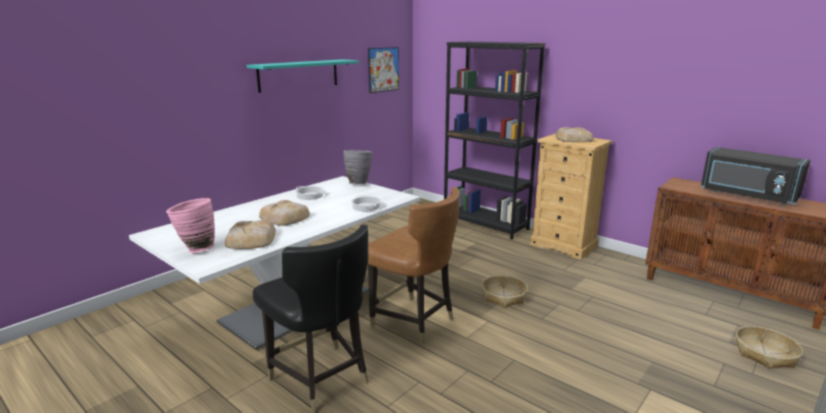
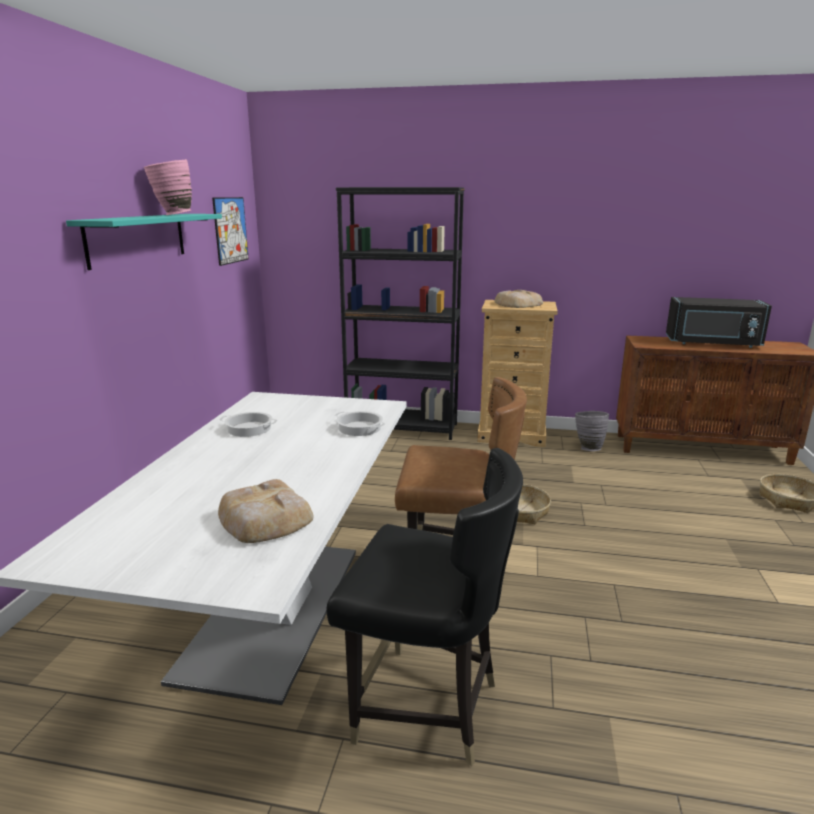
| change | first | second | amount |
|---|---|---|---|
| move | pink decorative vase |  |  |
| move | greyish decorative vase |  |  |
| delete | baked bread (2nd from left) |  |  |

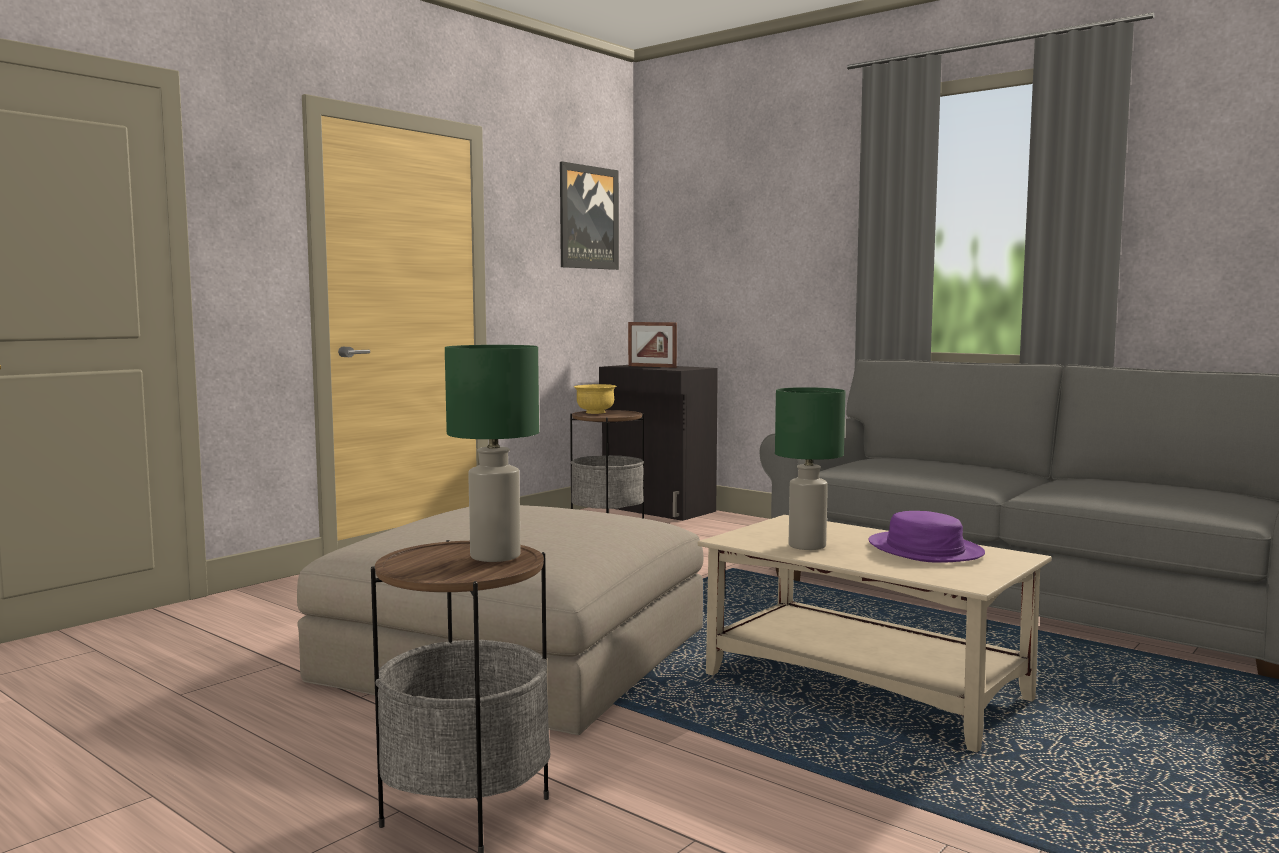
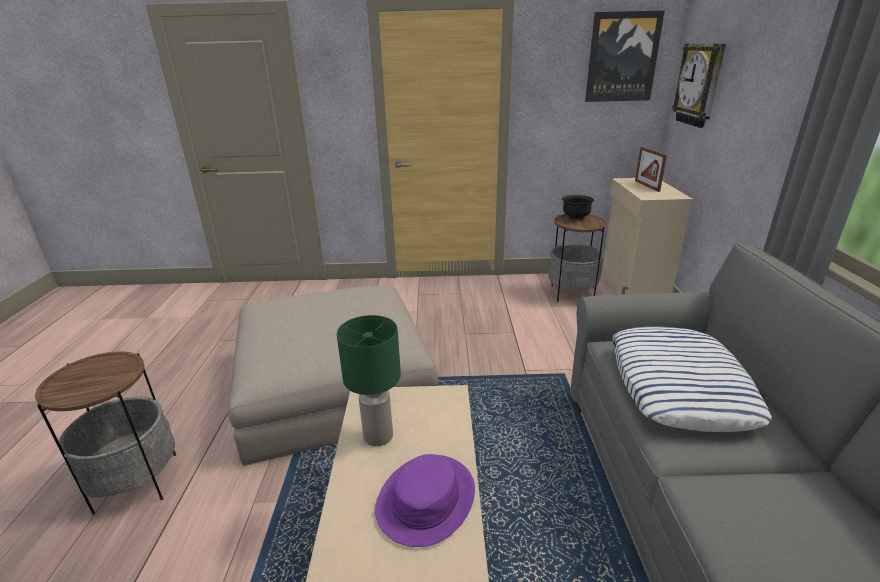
| change | first | second | amount |
|---|---|---|---|
| recolor | yellow deep dish | black-coloured deep dish |  |
| recolor | black-coloured cupboard | beige-coloured cupboard |  |
| insert |  | pillow |  |
| insert |  | wall clock |  |
| delete | green-coloured tabletop lamp (1st from left) |  |  |

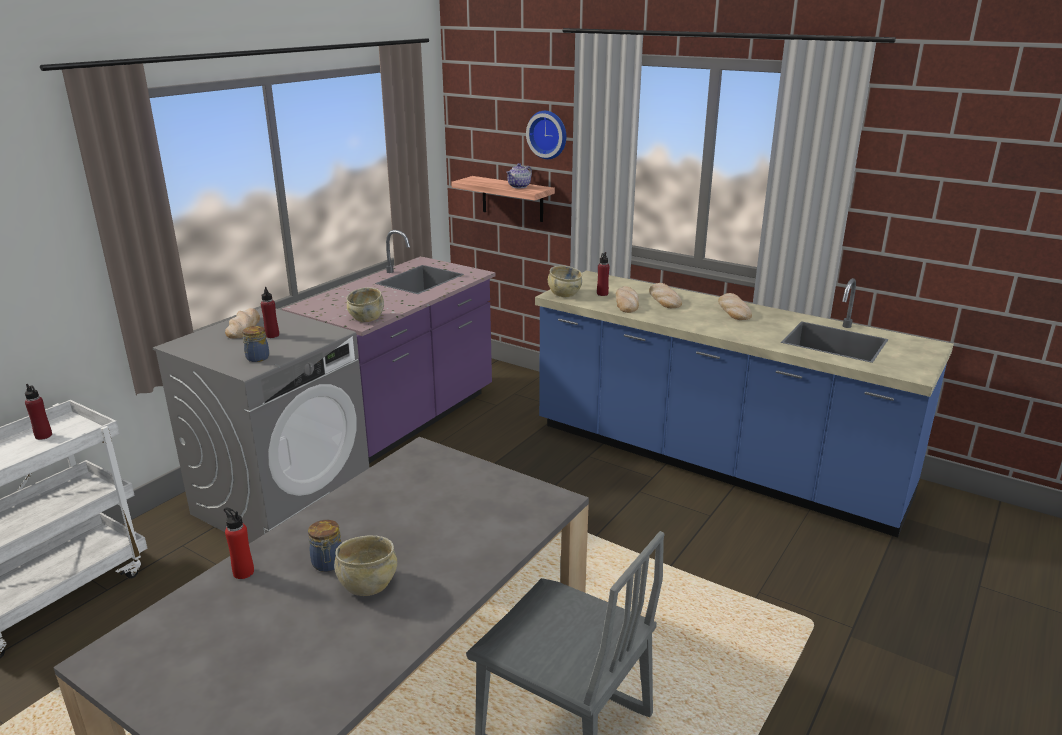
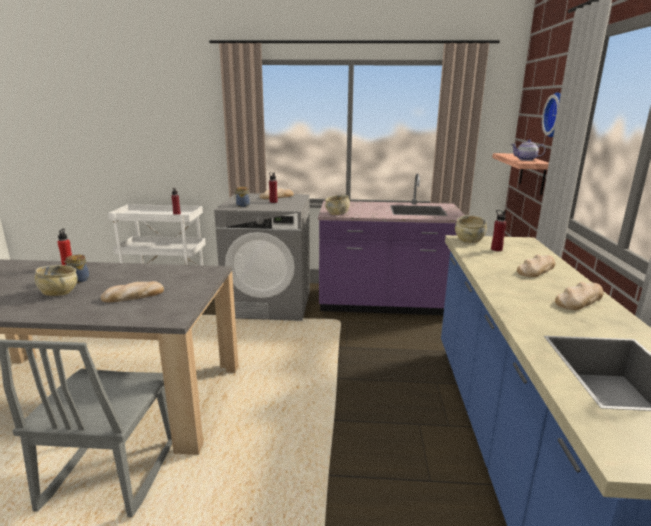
| change | first | second | amount |
|---|---|---|---|
| move | baked bread (2nd from left in the first image) | baked bread (1st from left) |  |

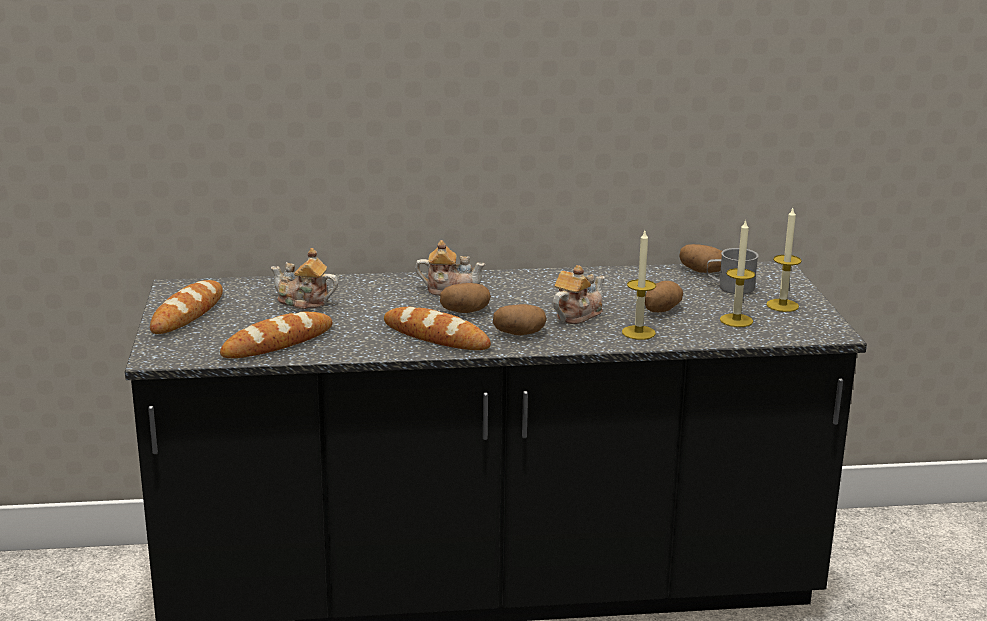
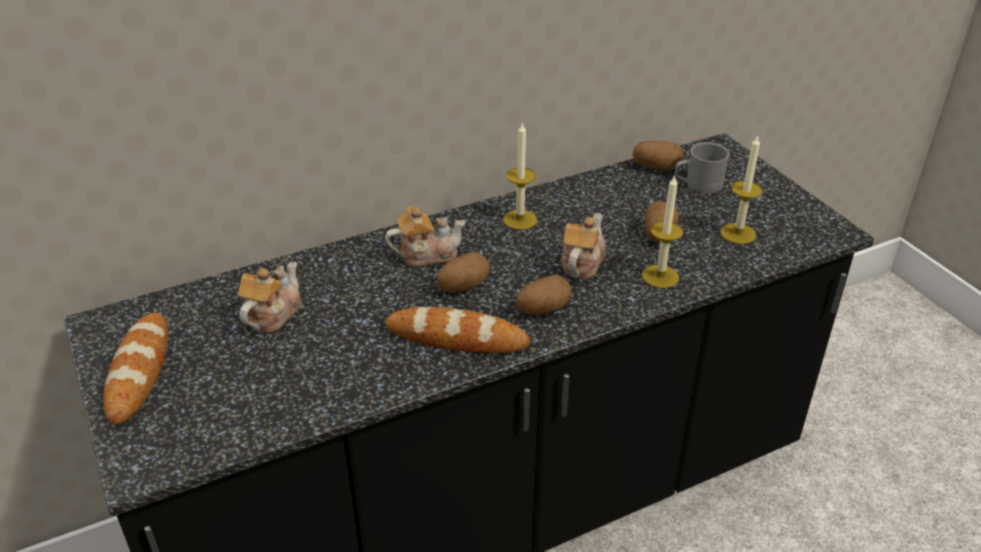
| change | first | second | amount |
|---|---|---|---|
| rotate | pot for tea (1st from left) |  | 120 degrees clockwise |
| move | wax light (3rd from left in the first image) | wax light (1st from left) |  |
| delete | baked bread (2nd from left) |  |  |

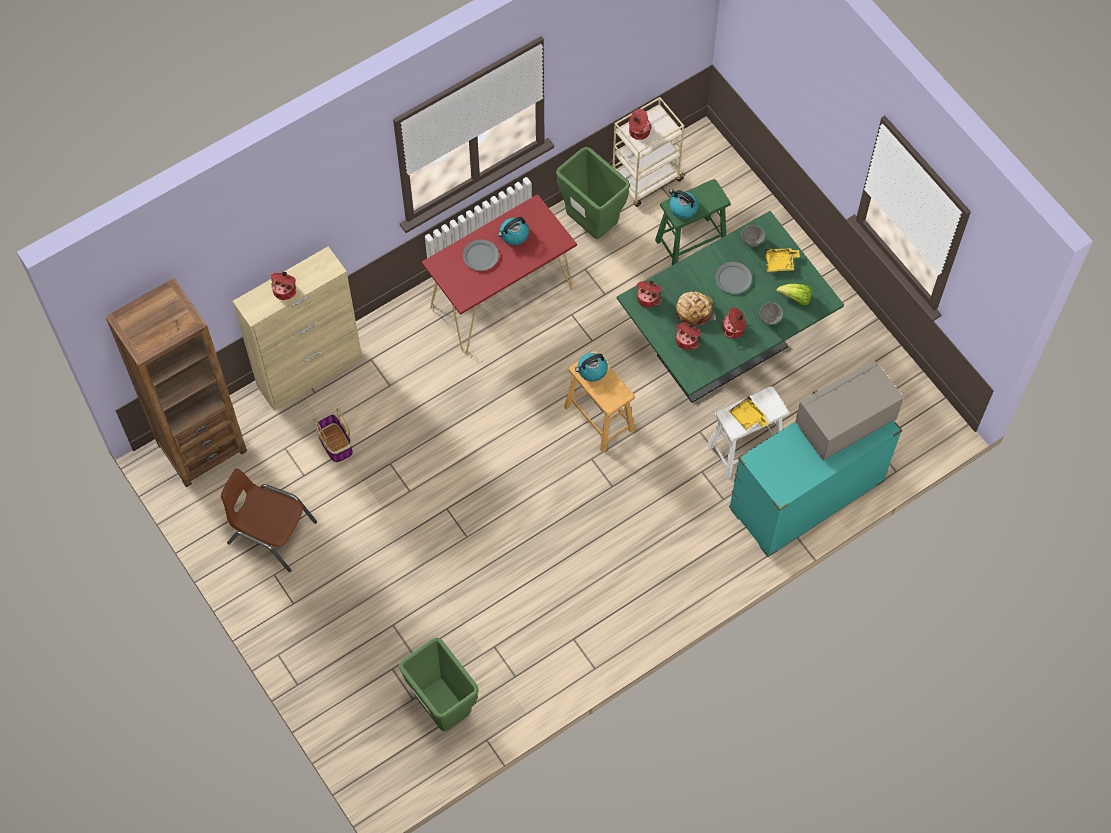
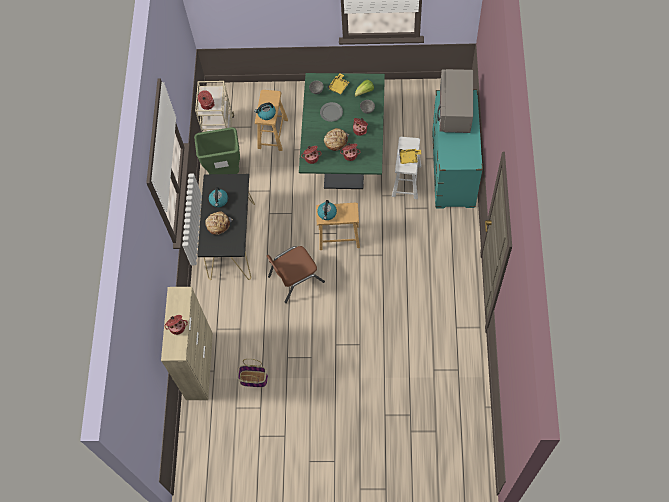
| change | first | second | amount |
|---|---|---|---|
| recolor | reddish hall table | black-coloured hall table |  |
| replace | greyish plate (1st from left) | baked bread (1st from left) |  |
| recolor | green-coloured stool | brownish stool (1st from left) |  |
| move | brownish chair |  |  |
| delete | brownish bookshelf |  |  |
| delete | green-coloured waste bin (1st from left) |  |  |

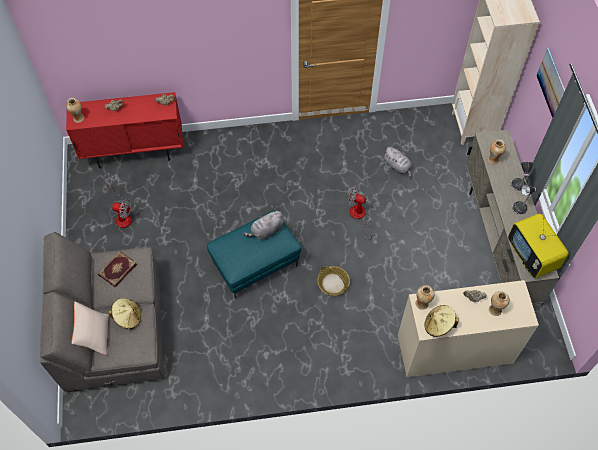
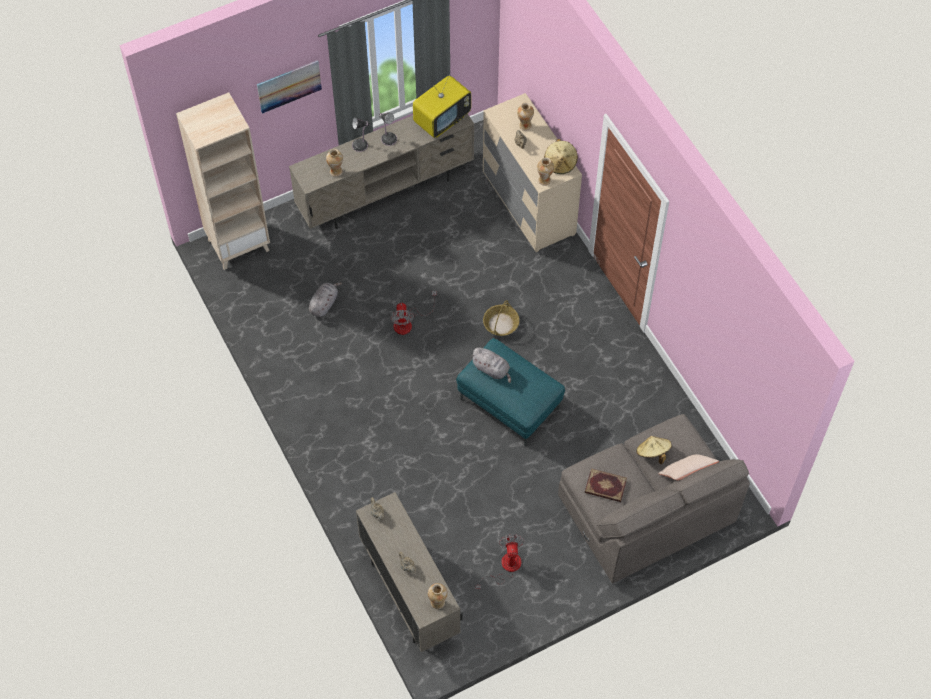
| change | first | second | amount |
|---|---|---|---|
| recolor | reddish cupboard | beige-coloured cupboard |  |

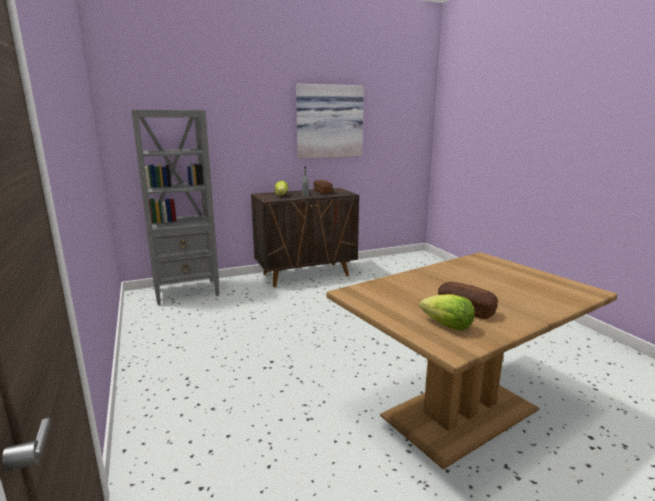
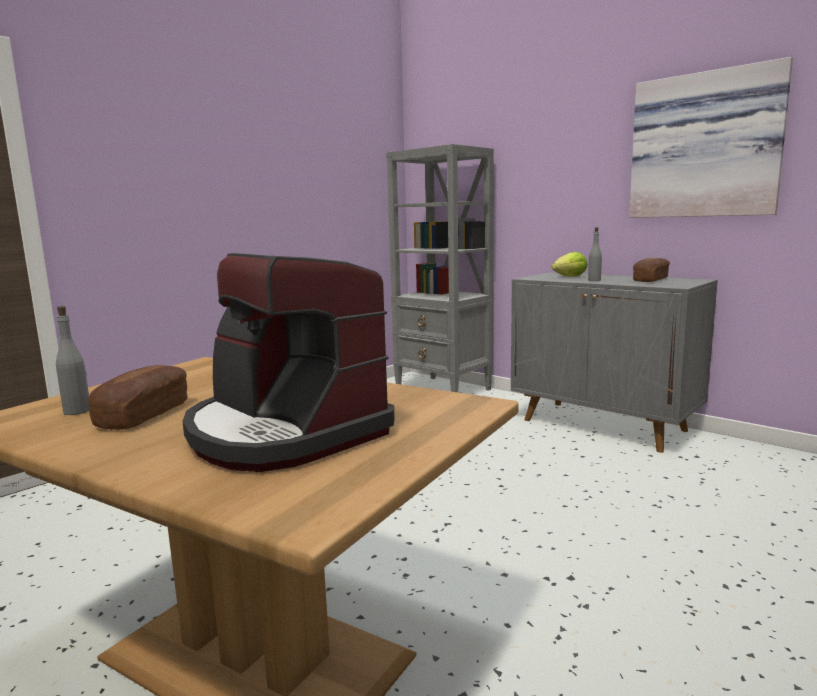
| change | first | second | amount |
|---|---|---|---|
| replace | head of lettuce (2nd from left) | greyish bottle (1st from left) |  |
| insert |  | coffee maker |  |
| recolor | brownish cupboard | greyish cupboard |  |

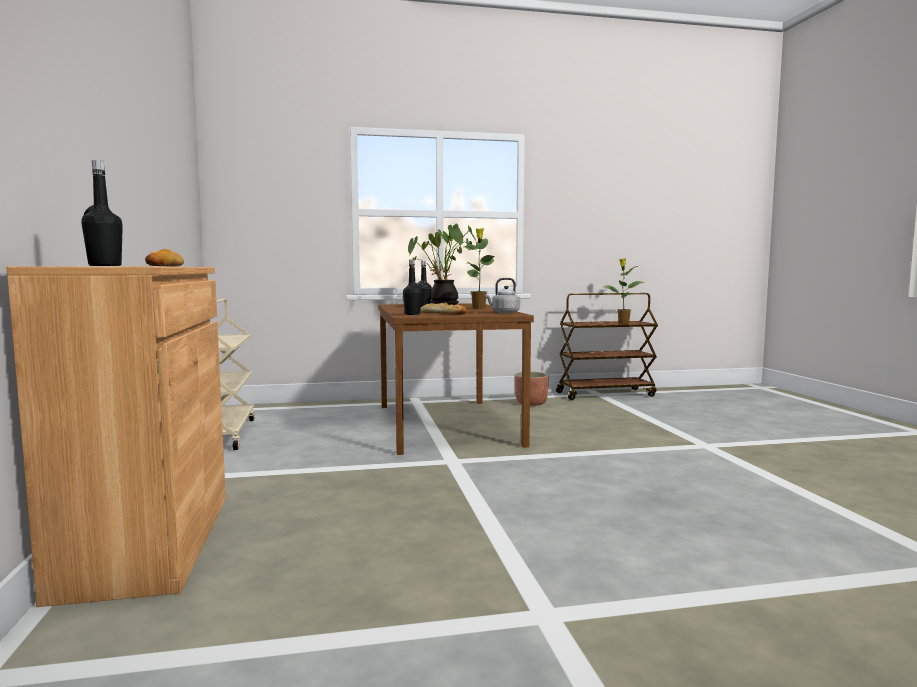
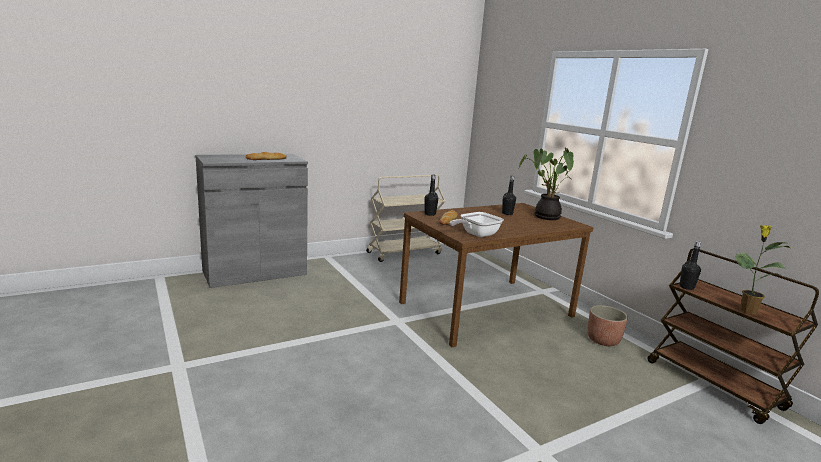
| change | first | second | amount |
|---|---|---|---|
| recolor | brownish cupboard | greyish cupboard |  |
| replace | greyish kettle | pan |  |
| move | black-coloured bottle (1st from left in the first image) | black-coloured bottle (3rd from left) |  |
| delete | plant in a pot (2nd from left) |  |  |

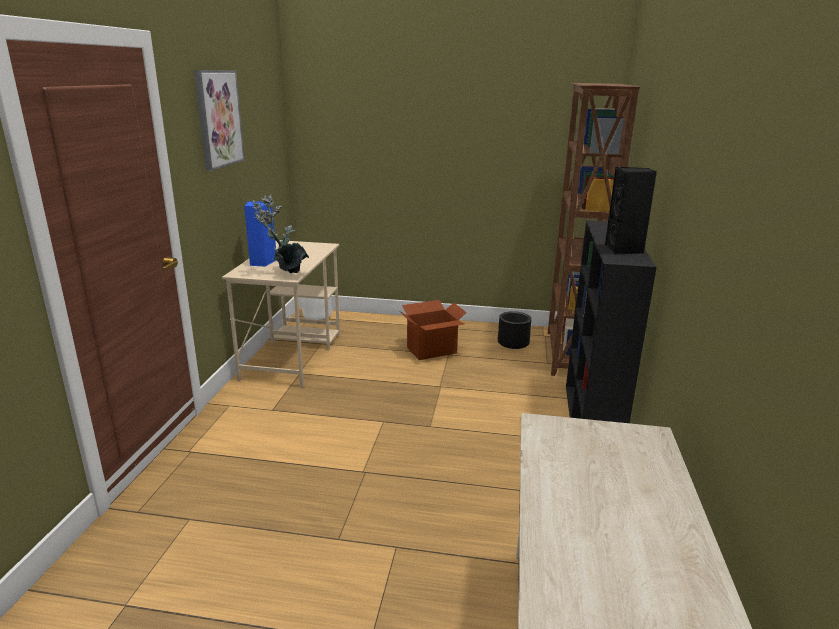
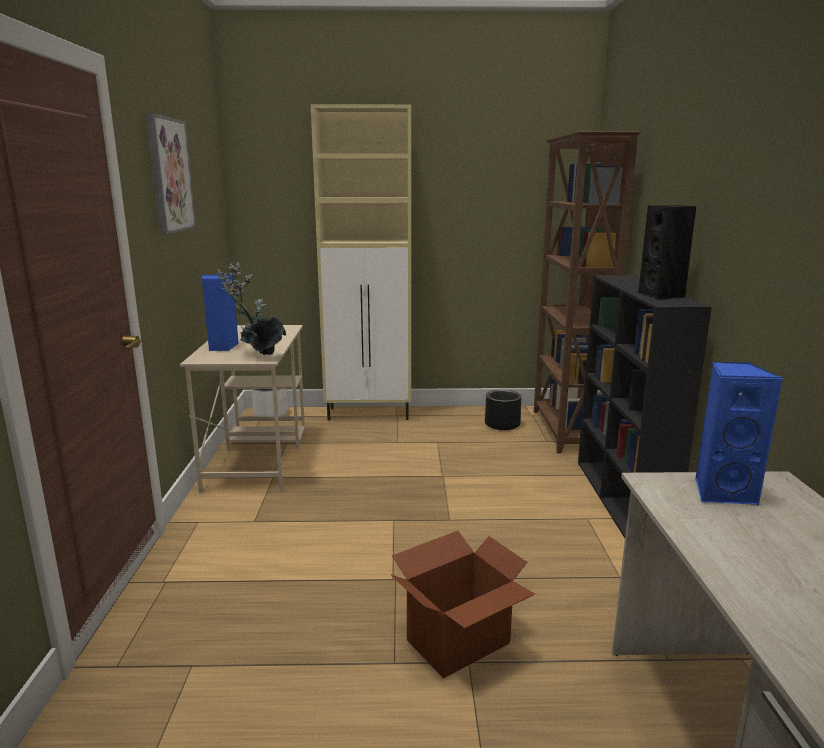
| change | first | second | amount |
|---|---|---|---|
| insert |  | beige-coloured cupboard |  |
| move | carton |  |  |
| insert |  | blue-coloured audio speaker (2nd from left) |  |

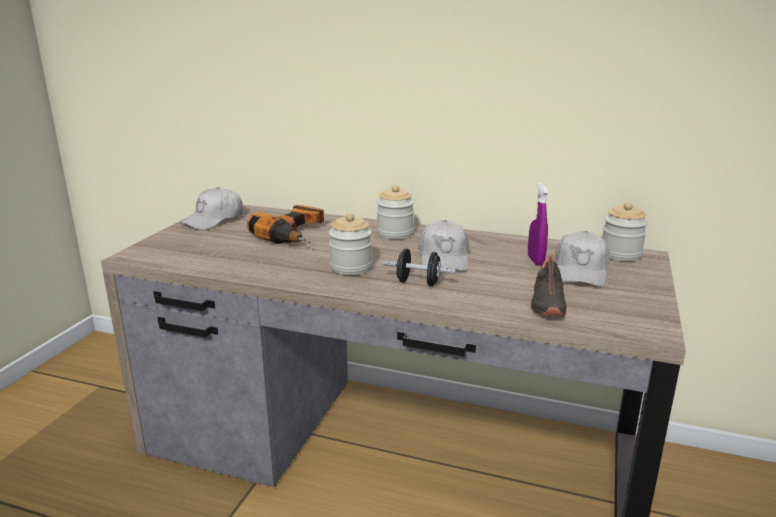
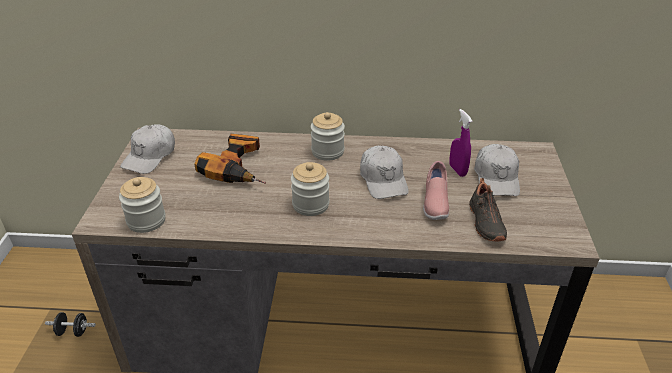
| change | first | second | amount |
|---|---|---|---|
| move | black-coloured free weight |  |  |
| move | storage jar (3rd from left in the first image) | storage jar (1st from left) |  |
| insert |  | pink item of footwear |  |

